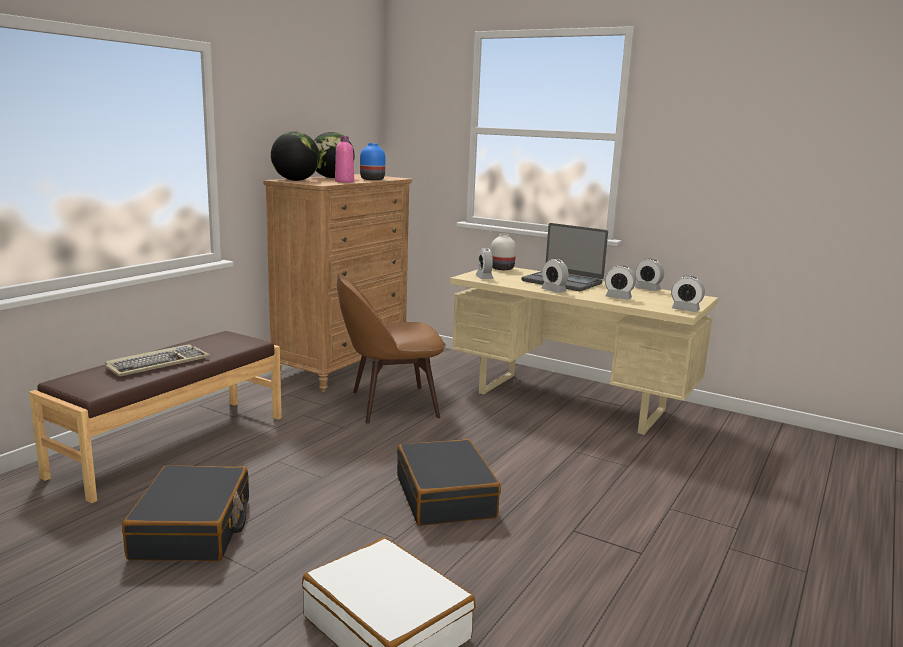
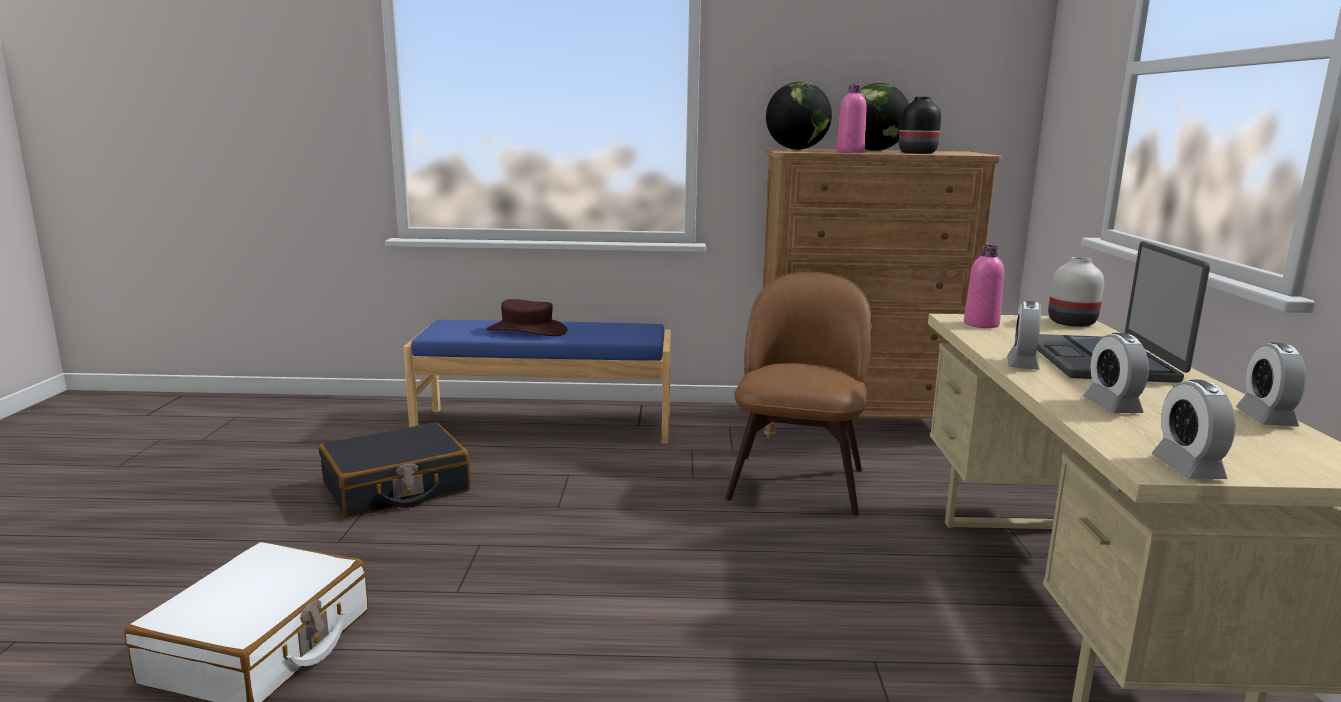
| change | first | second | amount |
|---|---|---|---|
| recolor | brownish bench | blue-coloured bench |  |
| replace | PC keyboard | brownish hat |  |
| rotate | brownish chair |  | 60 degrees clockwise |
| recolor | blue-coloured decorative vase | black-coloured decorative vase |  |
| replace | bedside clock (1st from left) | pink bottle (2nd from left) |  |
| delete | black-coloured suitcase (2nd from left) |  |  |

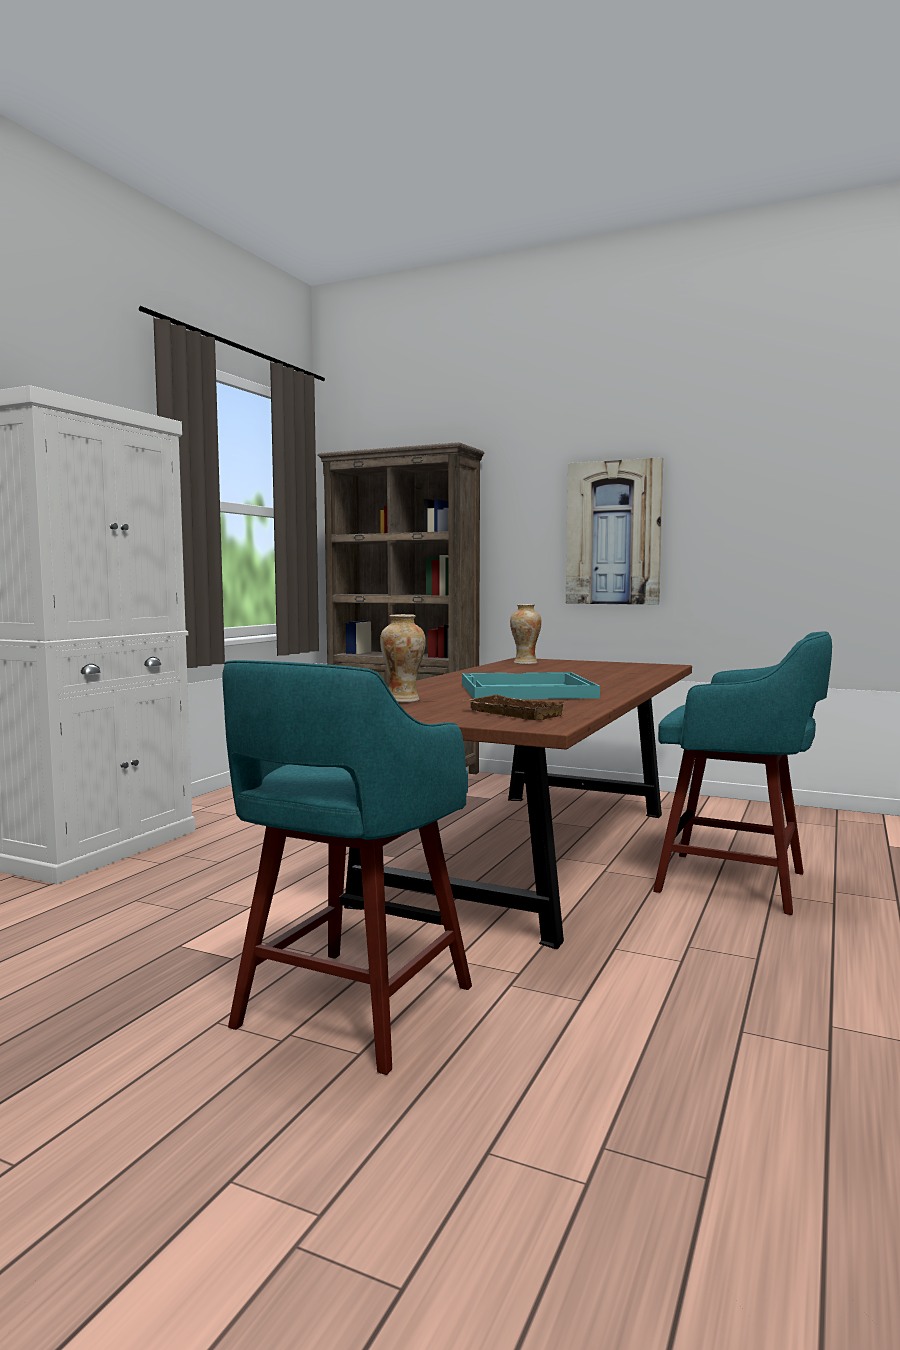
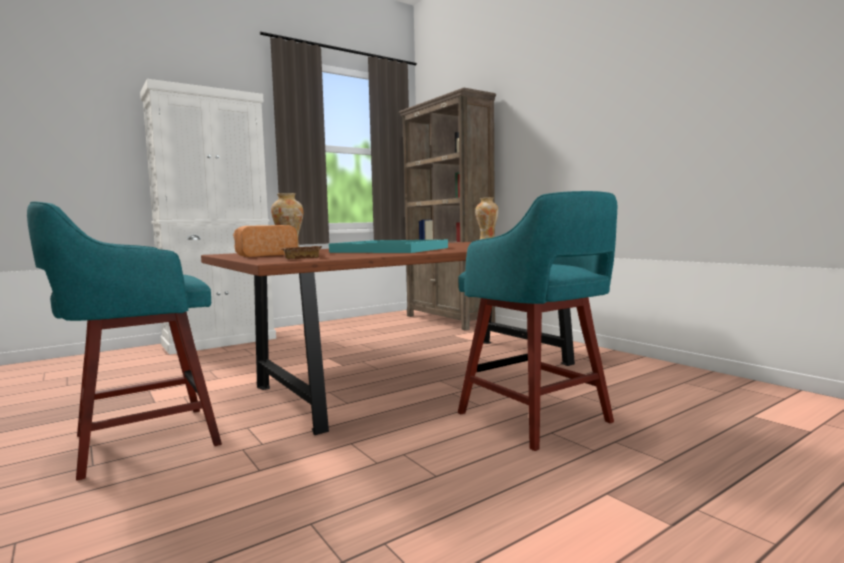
| change | first | second | amount |
|---|---|---|---|
| insert |  | baked bread |  |
| delete | wall picture |  |  |

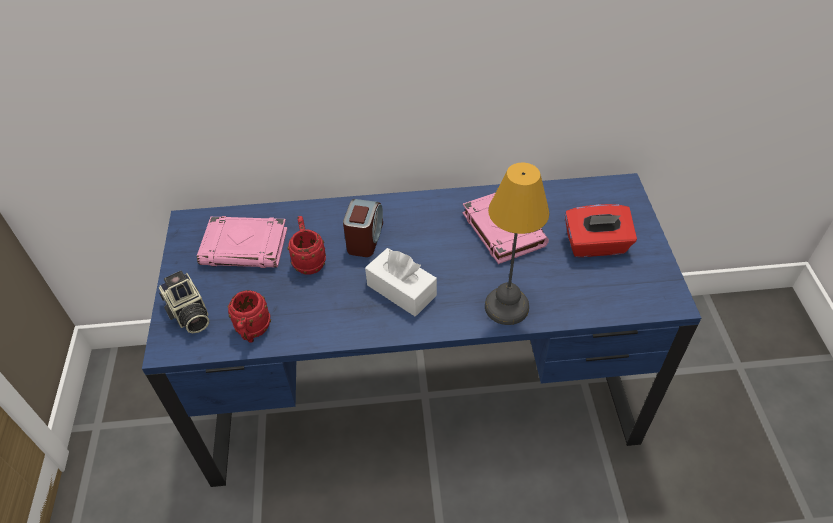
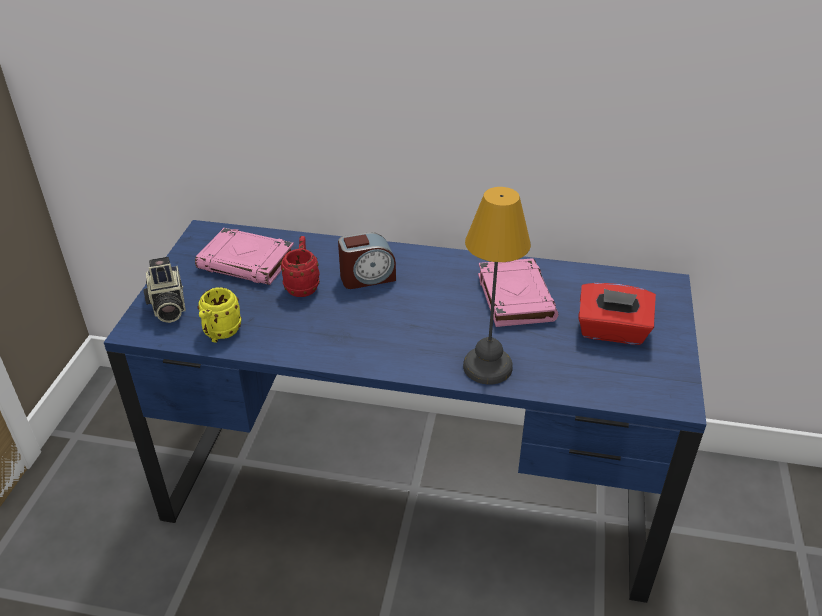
| change | first | second | amount |
|---|---|---|---|
| recolor | reddish mug (1st from left) | yellow mug |  |
| rotate | bedside clock |  | 45 degrees clockwise |
| delete | whitish tissue box |  |  |

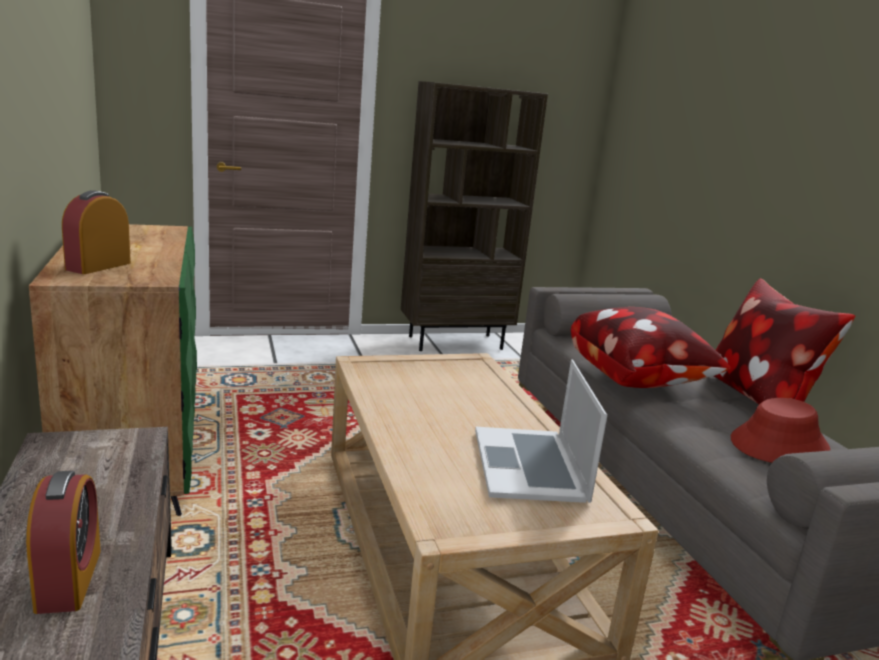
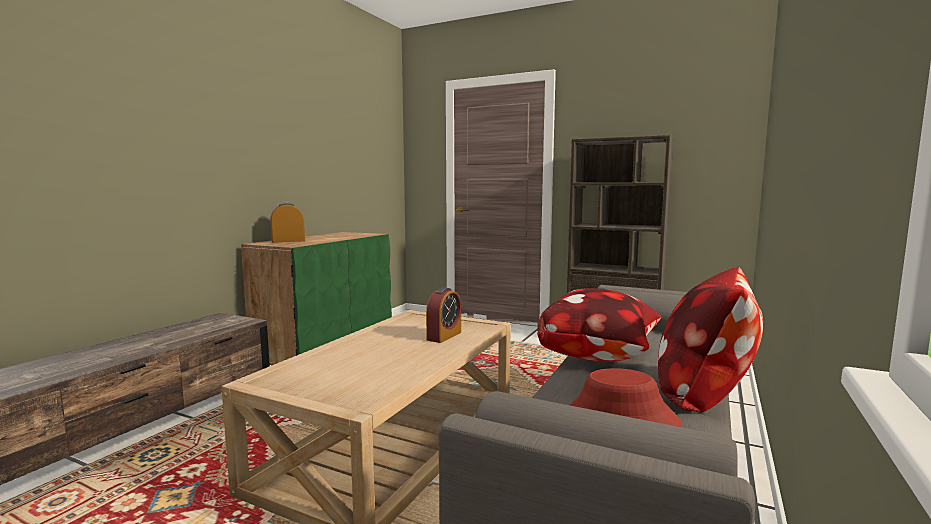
| change | first | second | amount |
|---|---|---|---|
| move | bedside clock (1st from left in the first image) | bedside clock (2nd from left) |  |
| delete | portable computer |  |  |

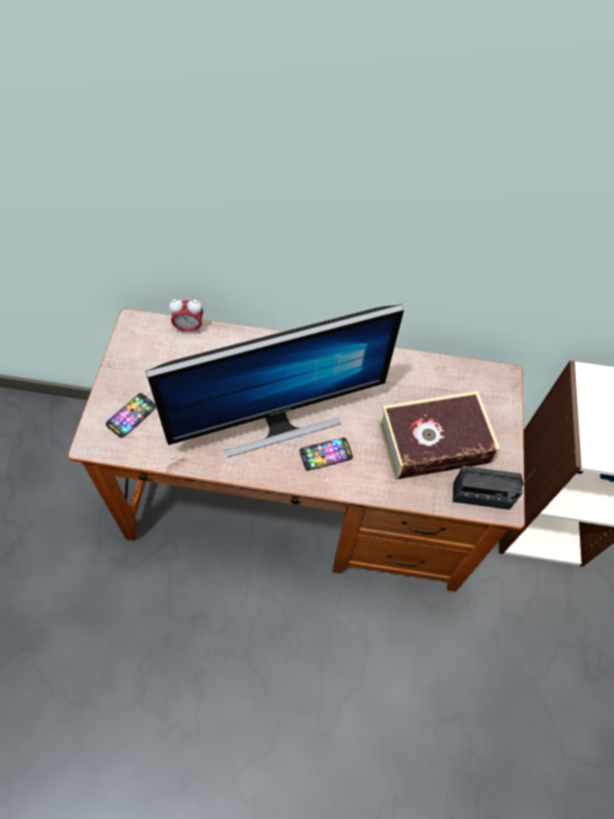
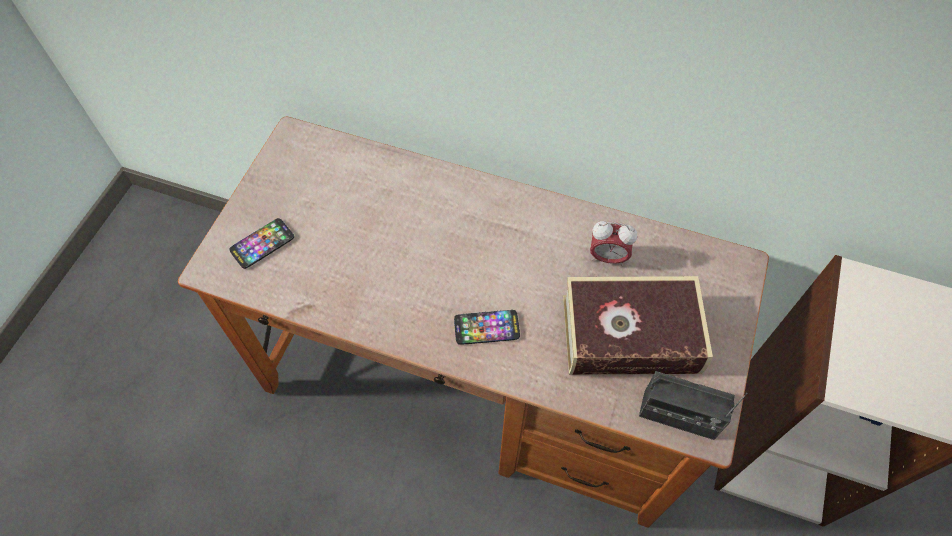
| change | first | second | amount |
|---|---|---|---|
| move | bedside clock |  |  |
| delete | monitor |  |  |

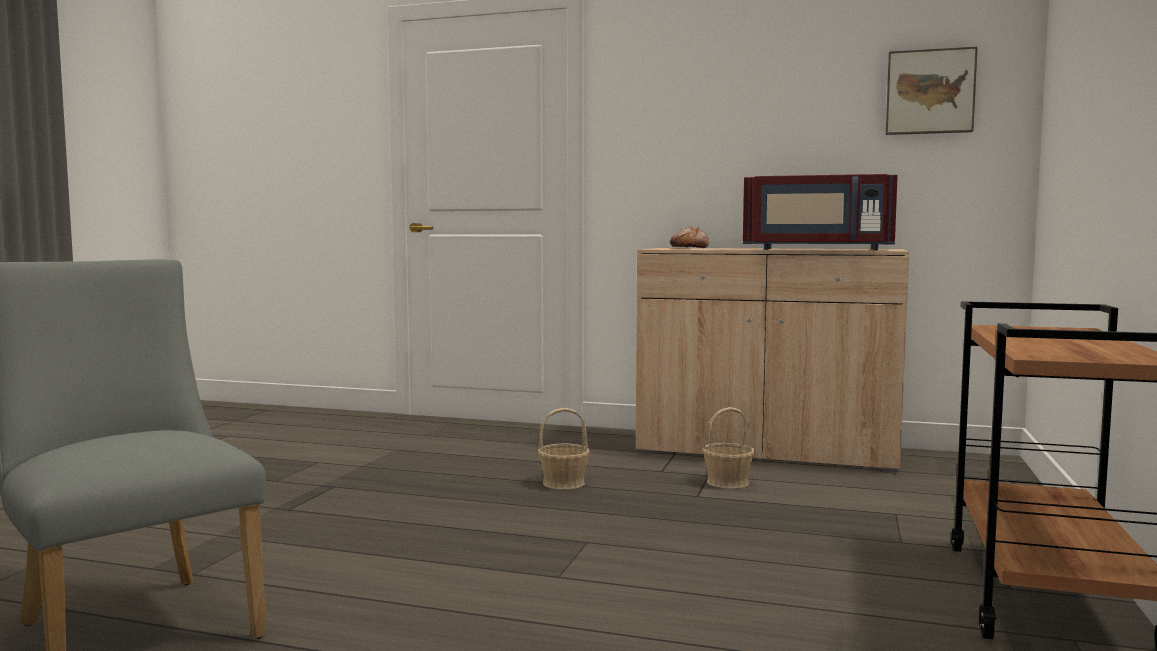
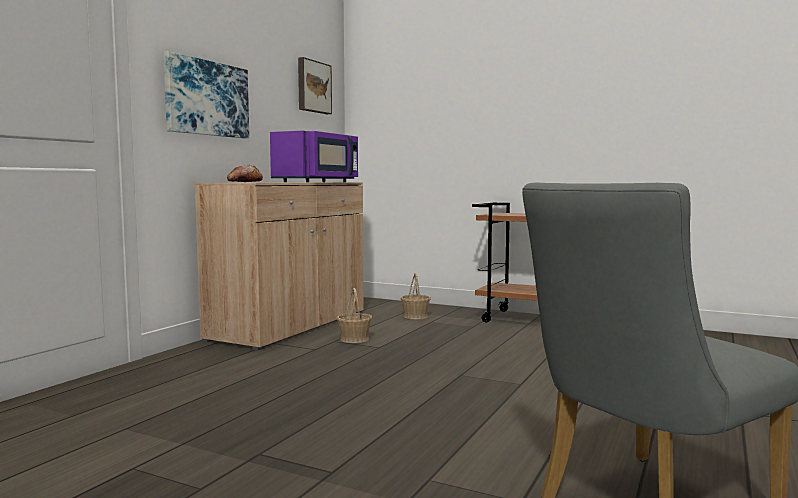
| change | first | second | amount |
|---|---|---|---|
| insert |  | wall picture (1st from left) |  |
| recolor | reddish microwave | purple-coloured microwave |  |
| move | basket (1st from left in the first image) | basket (2nd from left) |  |

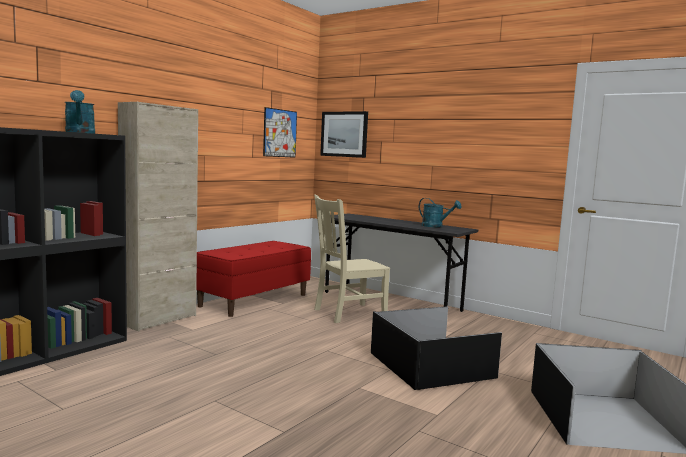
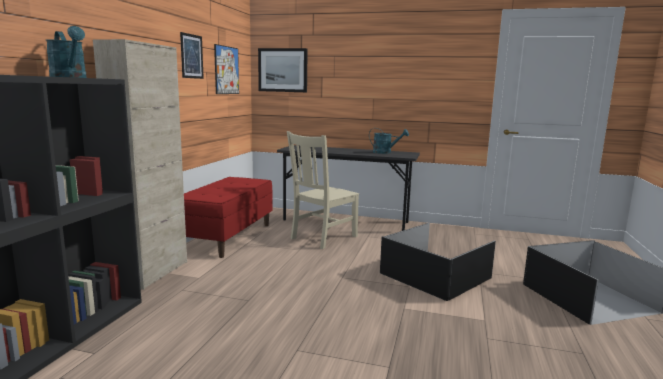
| change | first | second | amount |
|---|---|---|---|
| insert |  | wall picture (1st from left) |  |

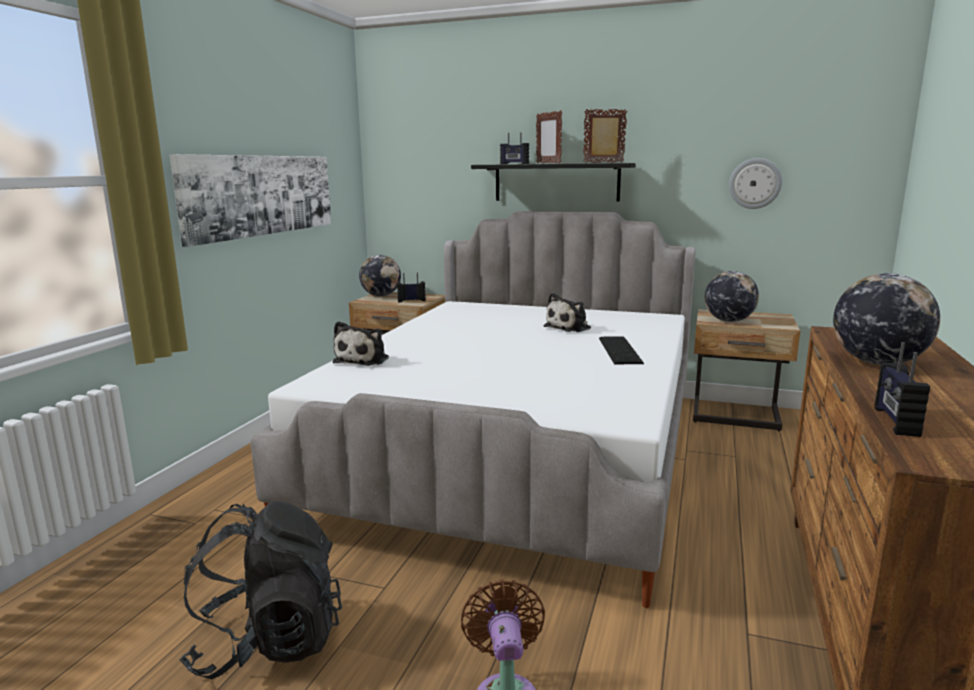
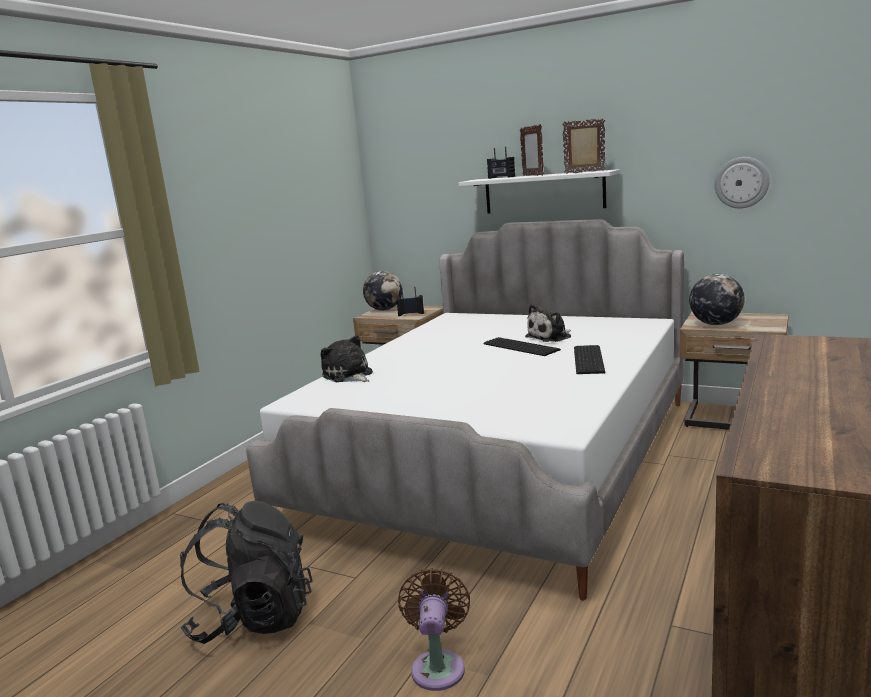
| change | first | second | amount |
|---|---|---|---|
| rotate | plush toy (1st from left) |  | 120 degrees clockwise |
| recolor | black-coloured shelf | whitish shelf |  |
| insert |  | PC keyboard (1st from left) |  |
| delete | wall picture |  |  |
| delete | world globe (3rd from left) |  |  |
| delete | radio set (3rd from left) |  |  |

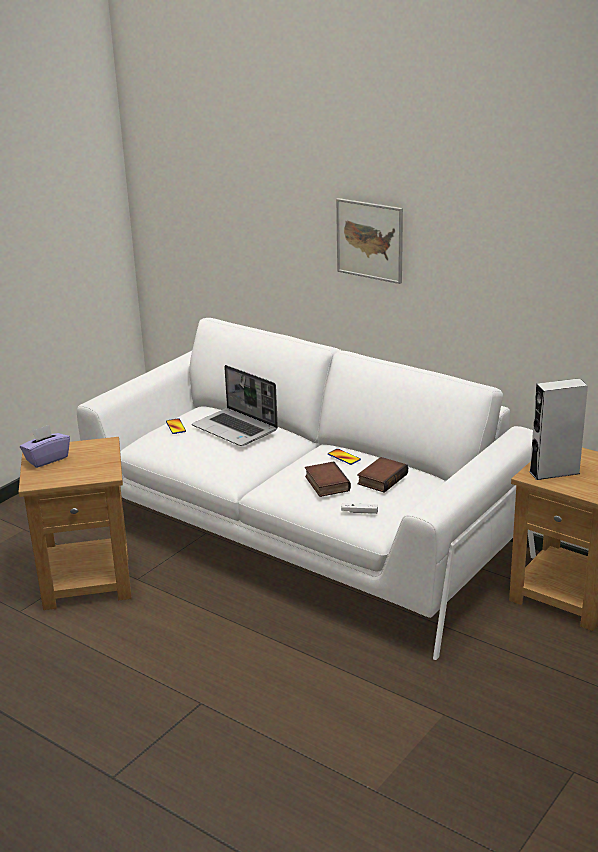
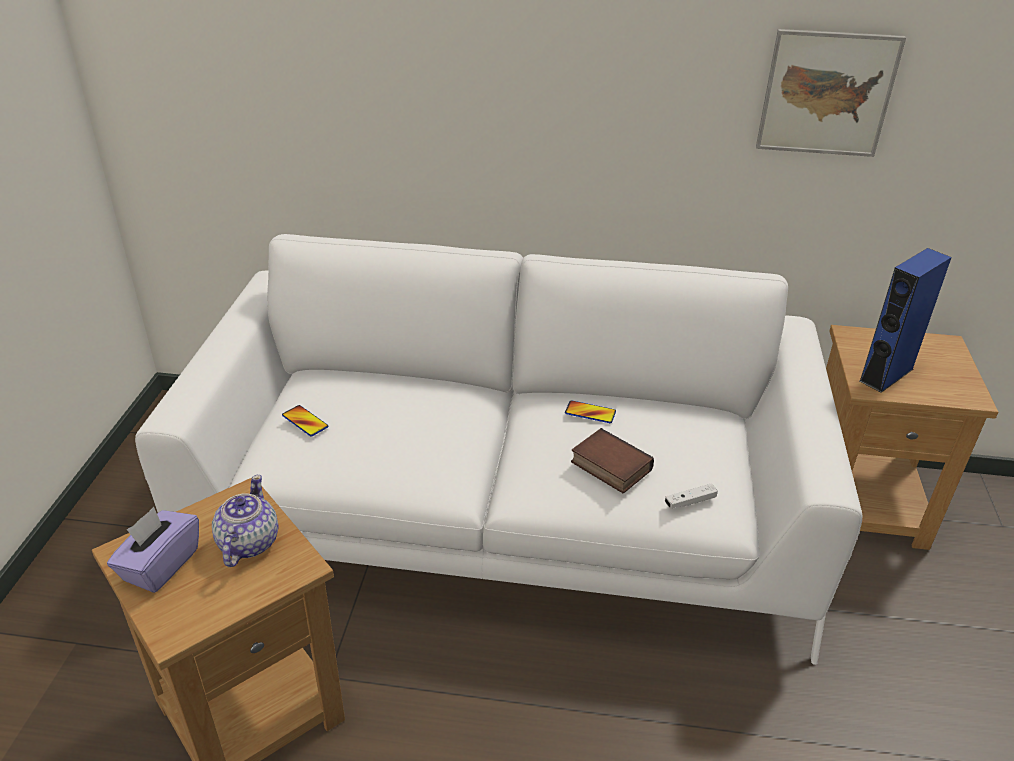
| change | first | second | amount |
|---|---|---|---|
| insert |  | pot for tea |  |
| move | wall picture |  |  |
| recolor | greyish audio speaker | blue-coloured audio speaker |  |
| delete | portable computer |  |  |
| delete | bound book (2nd from left) |  |  |

